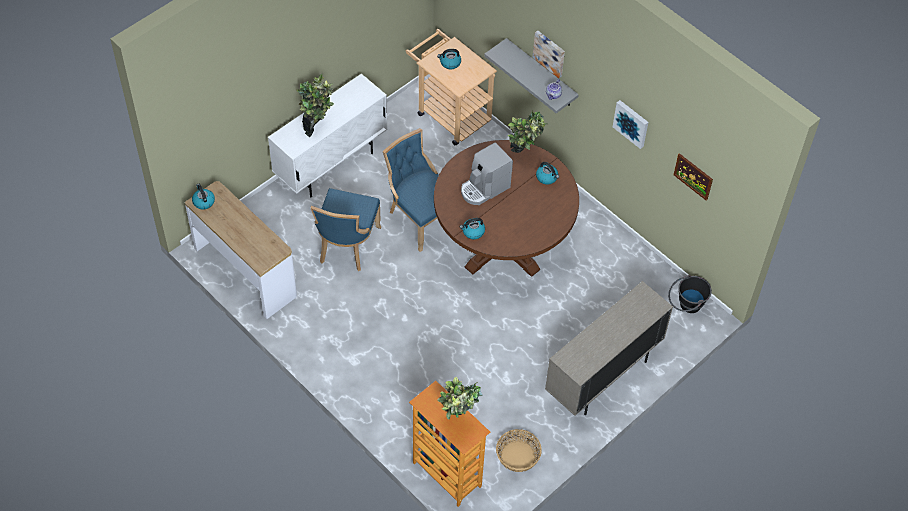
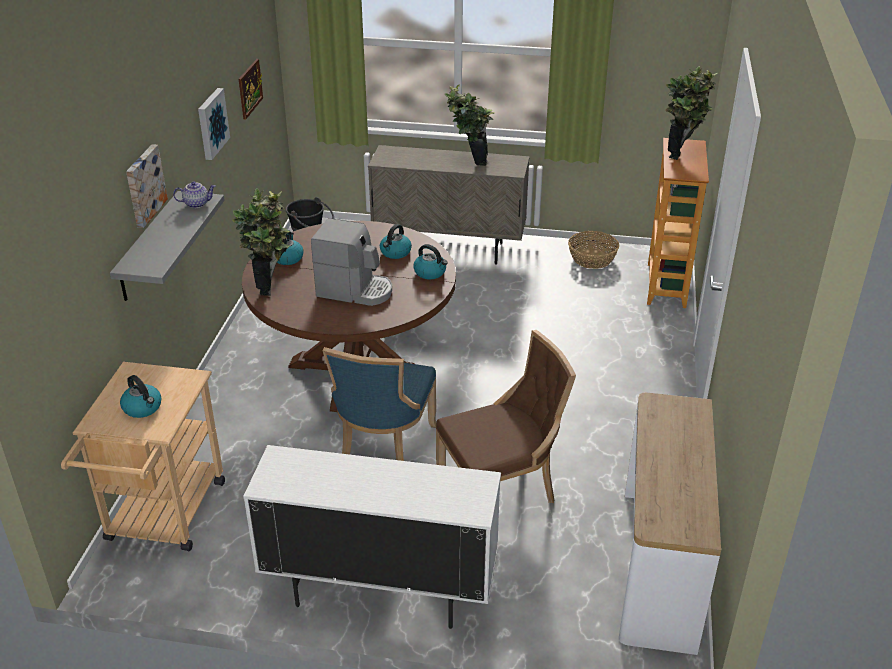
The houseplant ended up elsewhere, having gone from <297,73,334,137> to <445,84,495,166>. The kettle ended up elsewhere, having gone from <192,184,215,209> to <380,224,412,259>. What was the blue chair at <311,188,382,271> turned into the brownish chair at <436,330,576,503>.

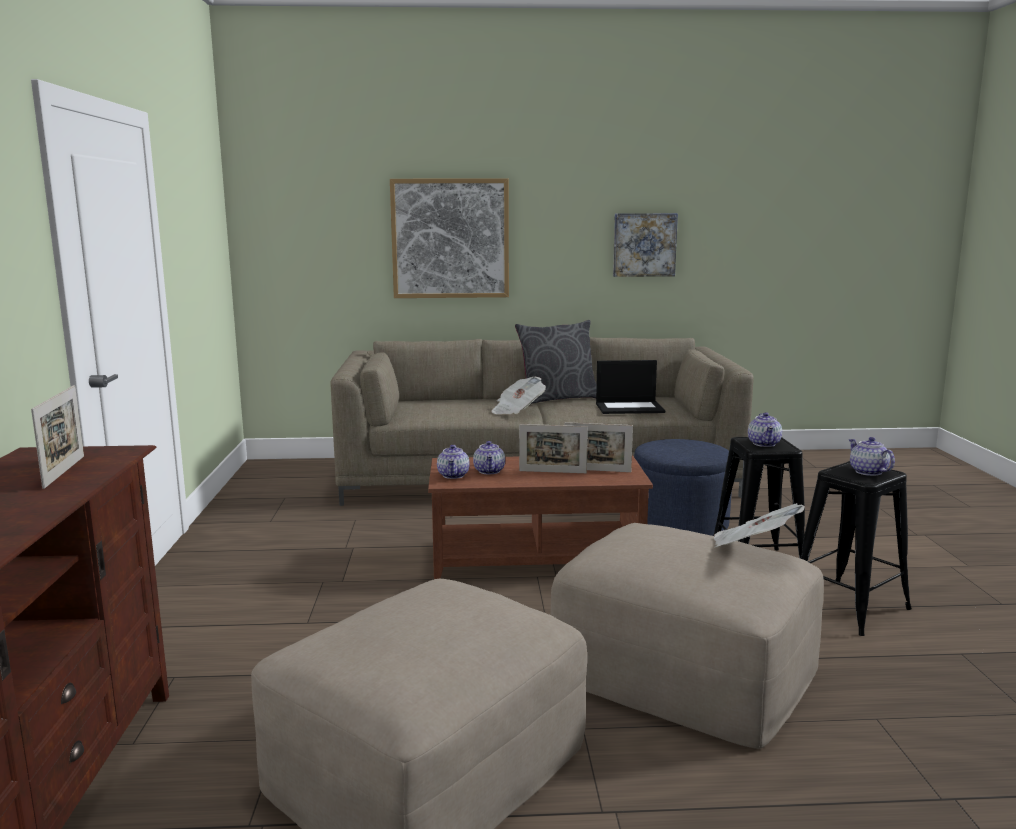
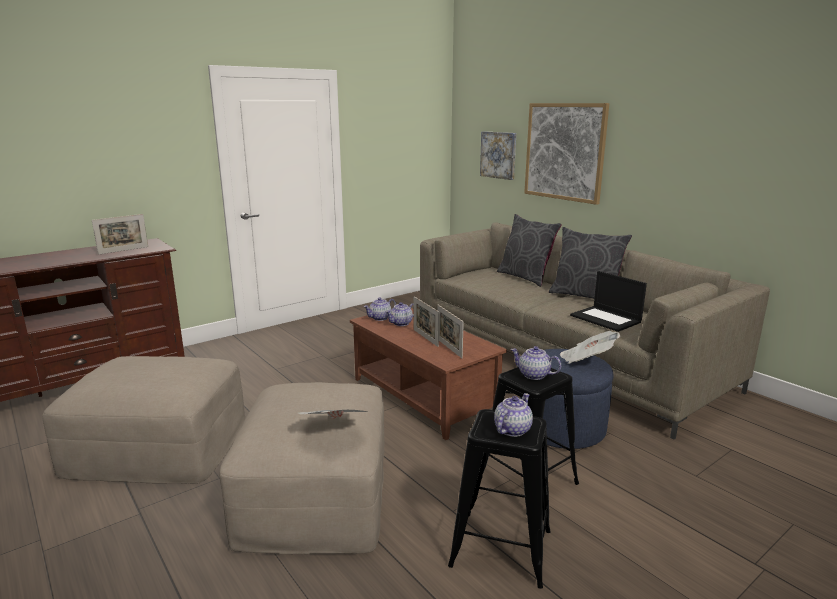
The wall picture ended up elsewhere, having gone from <613,213,678,277> to <480,131,516,180>. The printed paper ended up elsewhere, having gone from <491,377,546,414> to <560,331,620,364>. The teapot at <748,412,782,447> ended up facing another way, 60 degrees clockwise from before. The second view gained the greyish pillow at <497,214,562,287>.

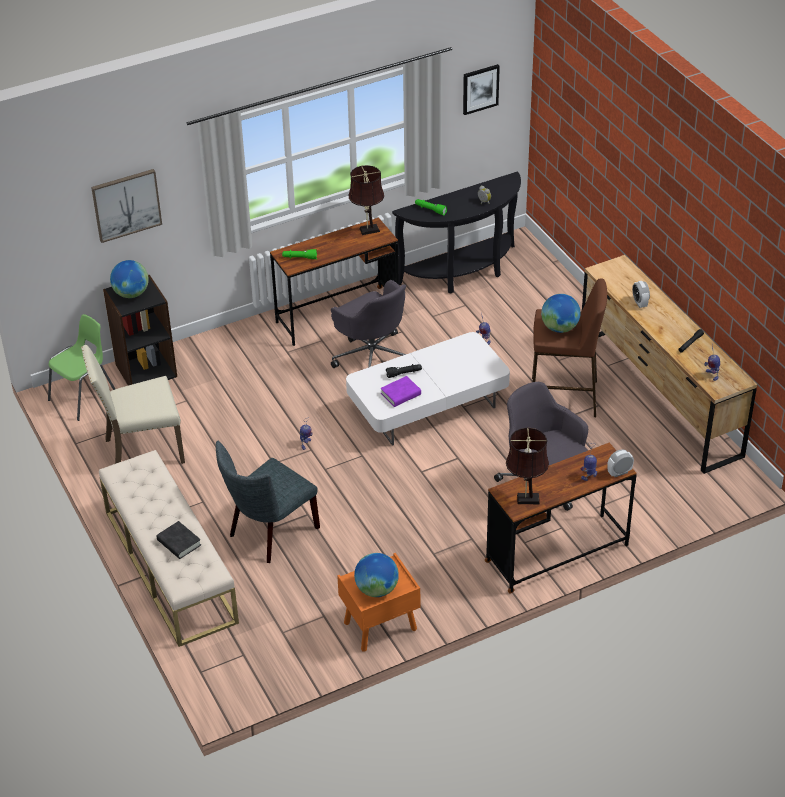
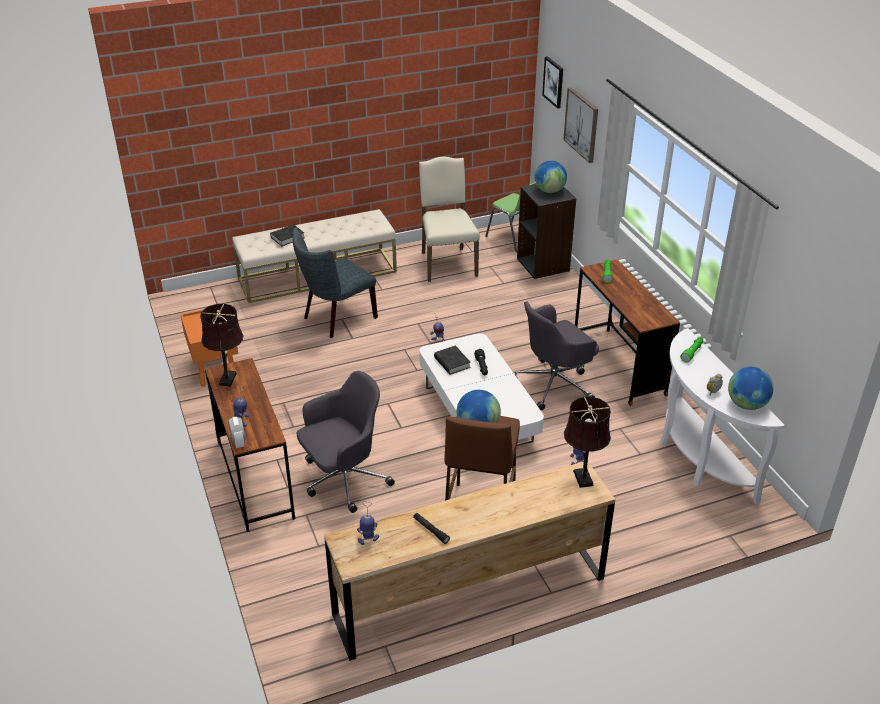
The wall picture ended up elsewhere, having gone from <463,64,500,115> to <542,56,563,109>. The brownish table lamp ended up elsewhere, having gone from <349,165,384,235> to <564,397,611,488>. What was the black-coloured console table at <392,171,521,293> turned into the whitish console table at <660,328,785,504>. The second view lost the table clock at <632,281,650,308>. What was the purplish volume at <380,376,421,407> turned into the black-coloured volume at <434,346,470,375>. The greyish chair at <216,441,320,563> ended up facing another way, 90 degrees counterclockwise from before. The globe ended up elsewhere, having gone from <354,553,399,597> to <728,367,773,410>.

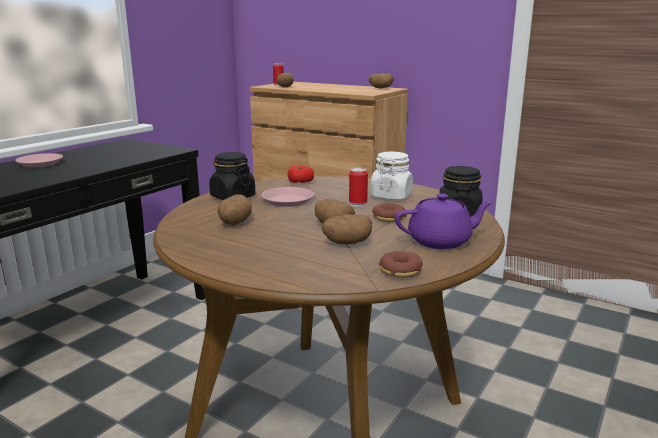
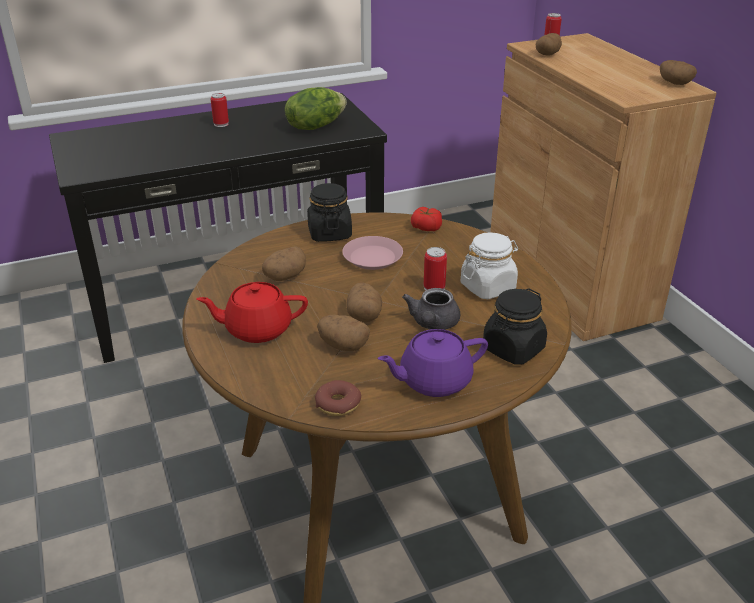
Where the pinkish plate stood at <15,153,63,167>, the can came to stand at <211,93,229,127>. The purplish teapot at <395,193,493,249> ended up facing another way, 135 degrees clockwise from before. Where the doughnut stood at <372,203,407,222>, the greyish teapot came to stand at <402,288,460,330>. The second view gained the head of lettuce at <285,87,347,130>. The second view gained the reddish teapot at <196,282,308,343>.

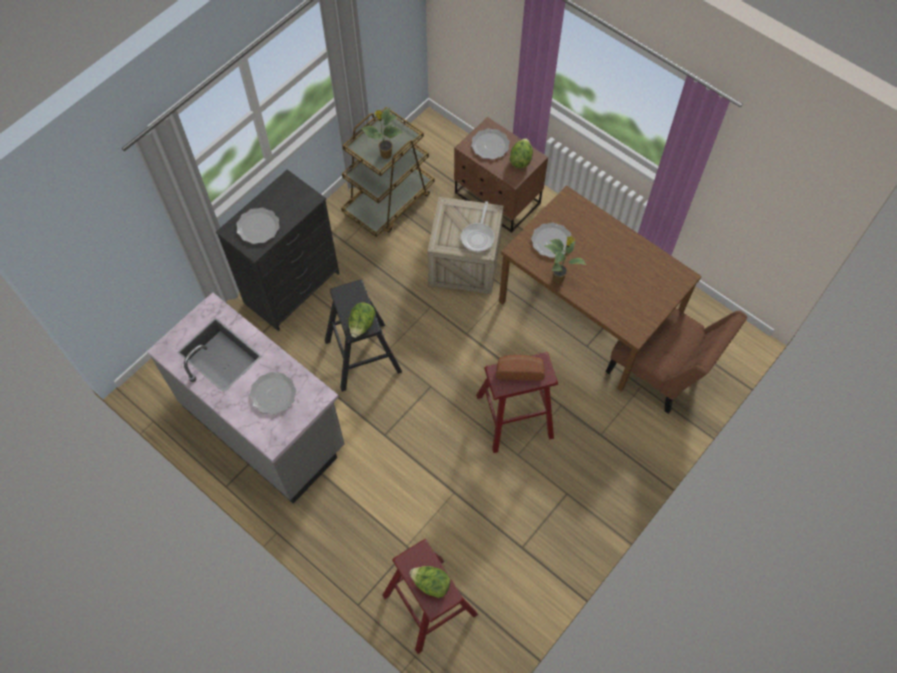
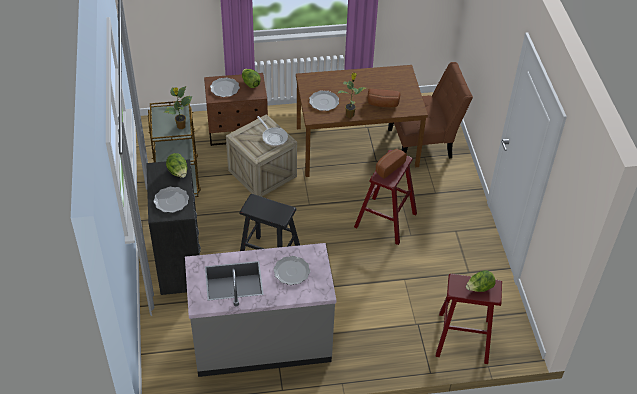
The head of lettuce ended up elsewhere, having gone from <348,302,376,338> to <166,153,187,178>. The second view gained the bakery bread at <368,89,400,107>.

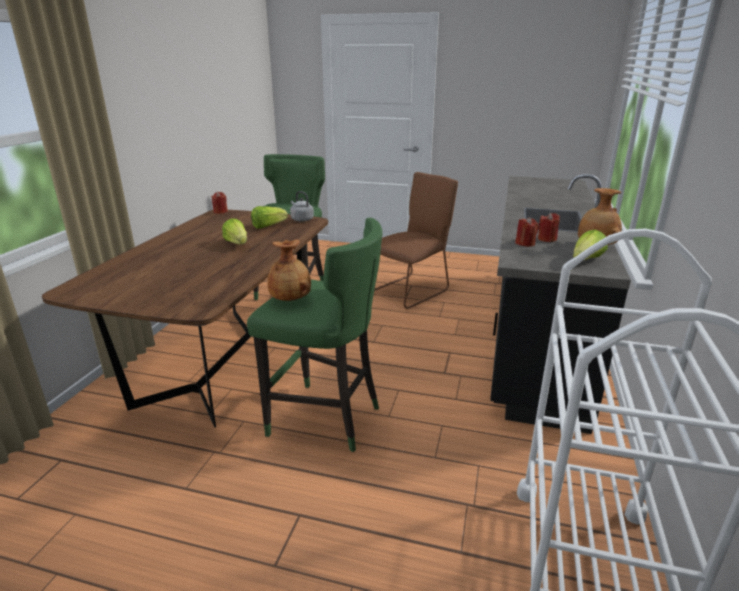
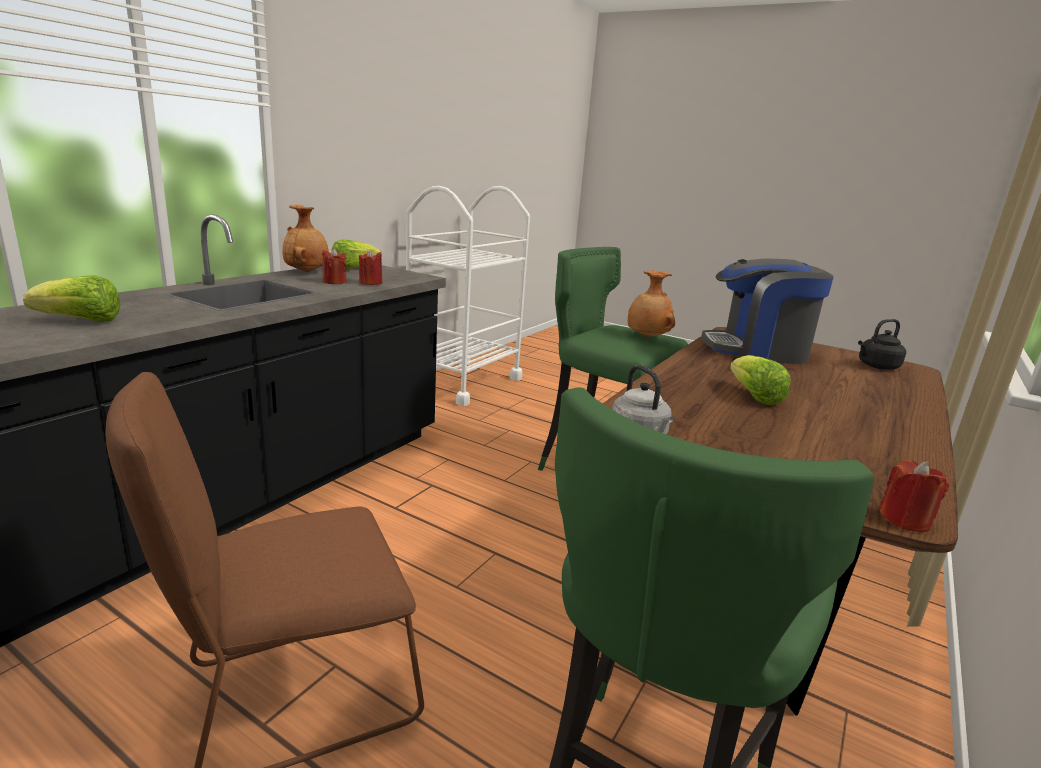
The head of lettuce ended up elsewhere, having gone from <251,206,288,228> to <23,275,121,322>. The second view gained the coffee machine at <701,259,834,364>. The second view gained the black-coloured kettle at <858,319,906,370>.

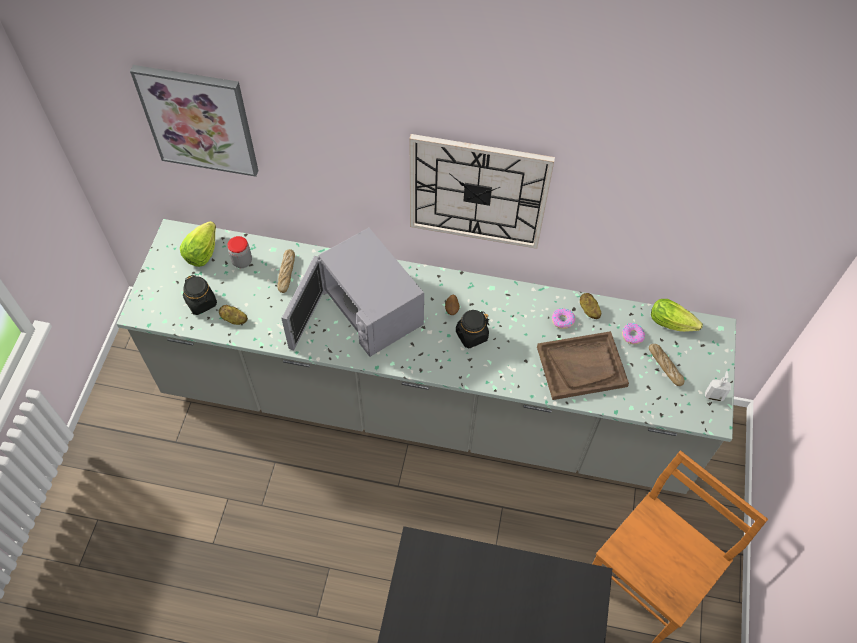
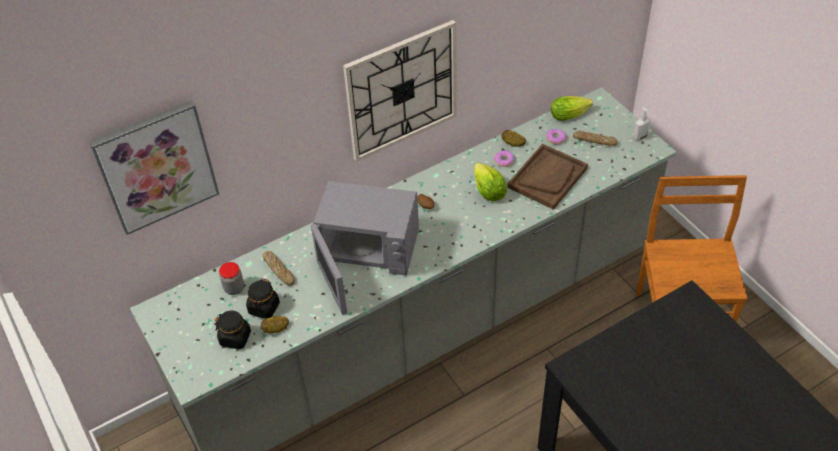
The head of lettuce ended up elsewhere, having gone from <180,221,216,267> to <474,163,507,201>. The black-coloured preserve jar ended up elsewhere, having gone from <455,310,489,348> to <246,278,280,319>.

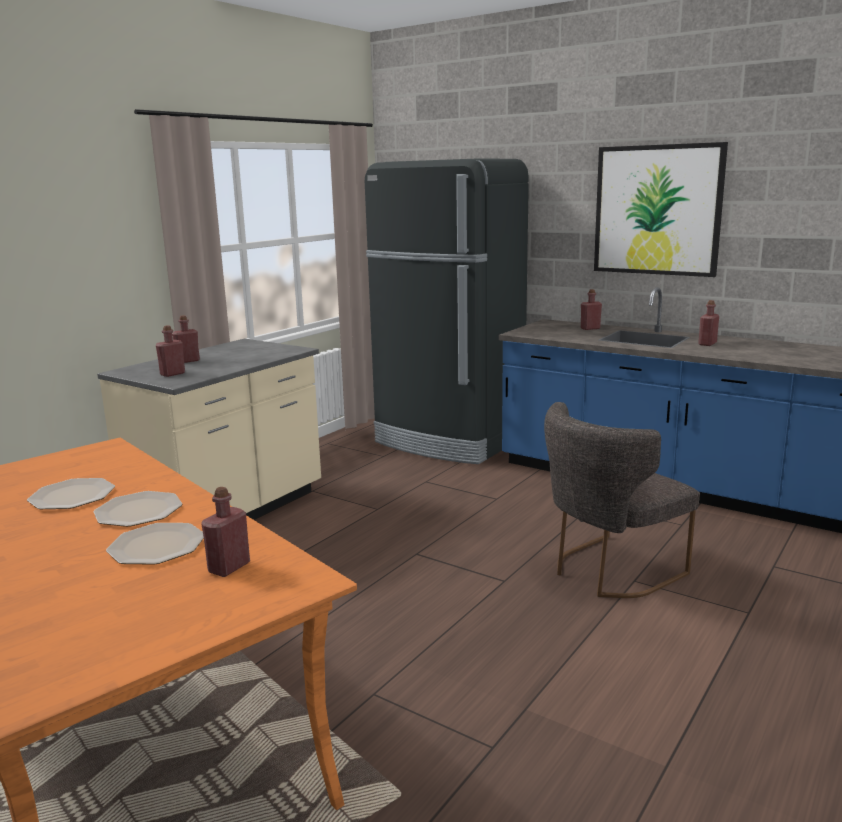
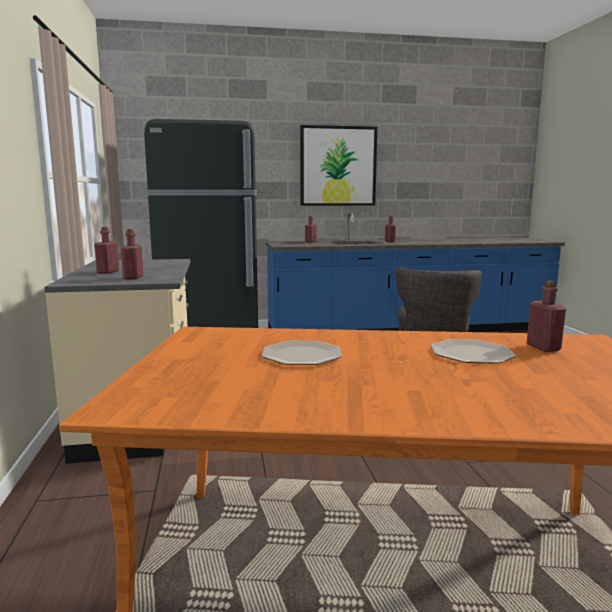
The second view lost the plate at <93,491,182,527>.

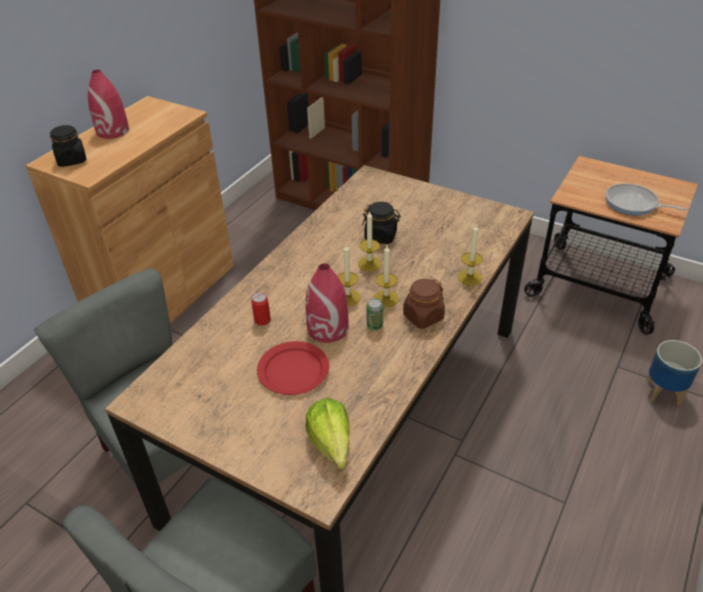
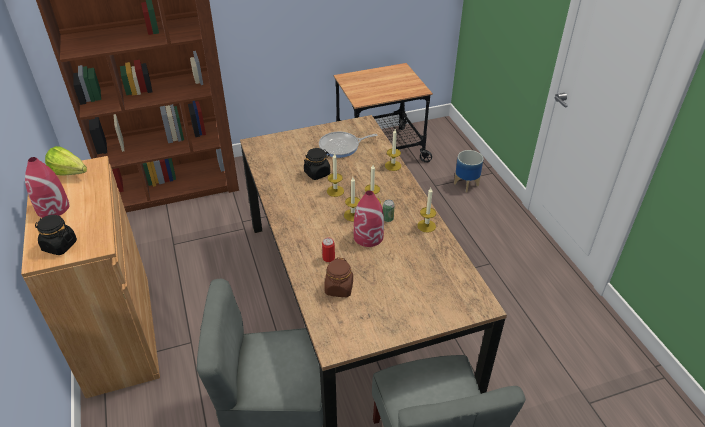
The skillet ended up elsewhere, having gone from <605,183,687,215> to <319,132,377,158>. The brownish preserve jar ended up elsewhere, having gone from <403,279,445,329> to <324,257,353,297>. The second view lost the reddish plate at <257,341,329,395>. The head of lettuce ended up elsewhere, having gone from <305,398,350,469> to <45,146,87,175>. The second view gained the candle at <417,188,436,233>.

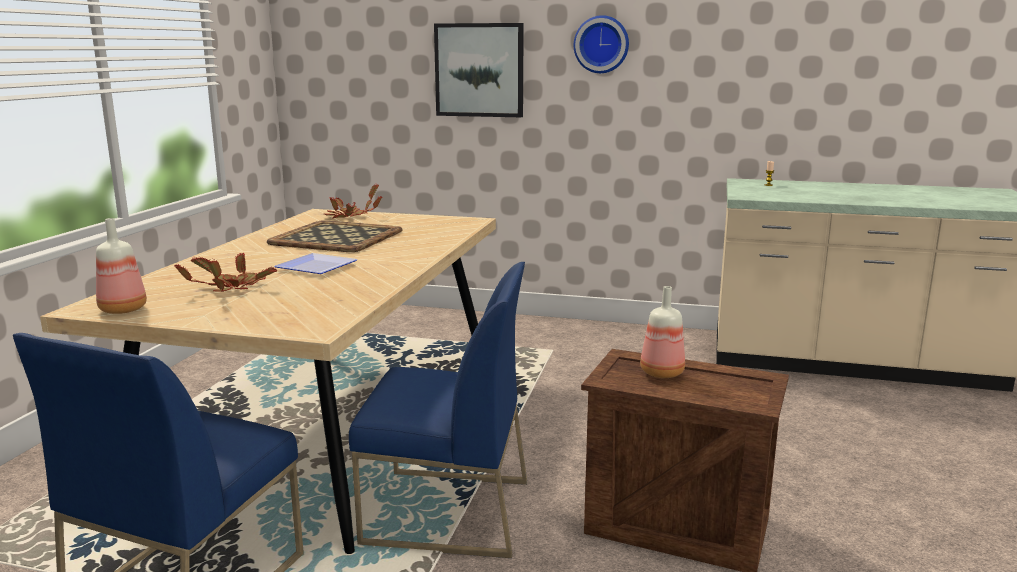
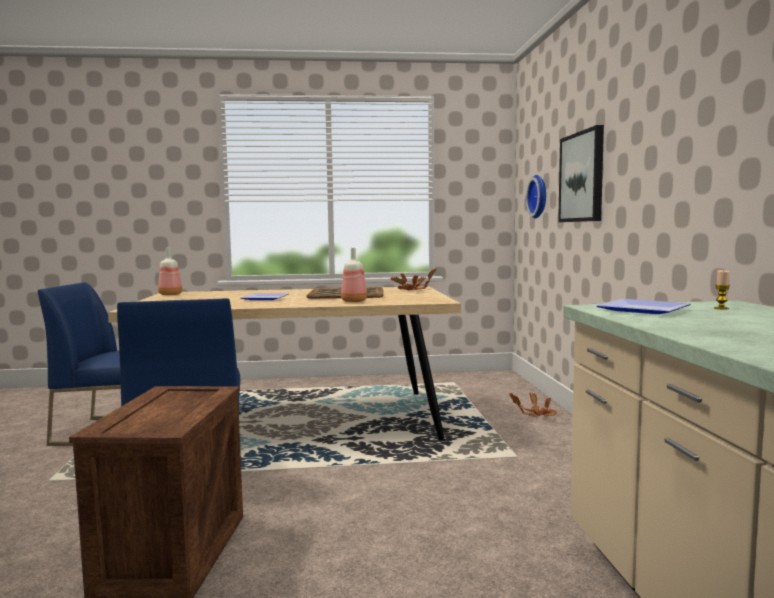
The wall clock ended up elsewhere, having gone from <574,15,629,73> to <526,175,546,218>. The houseplant ended up elsewhere, having gone from <174,253,277,292> to <509,392,557,417>. The bottle ended up elsewhere, having gone from <640,286,685,378> to <341,248,367,302>. The second view gained the plate at <596,299,690,314>.

